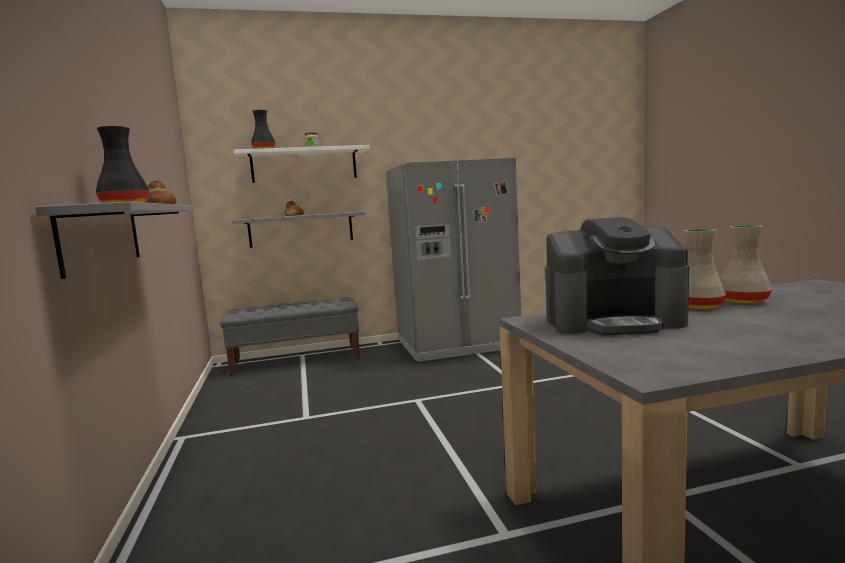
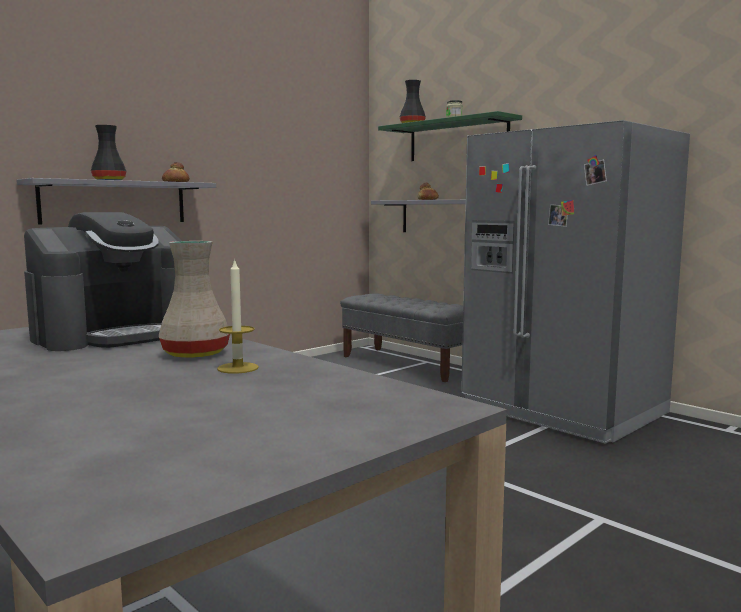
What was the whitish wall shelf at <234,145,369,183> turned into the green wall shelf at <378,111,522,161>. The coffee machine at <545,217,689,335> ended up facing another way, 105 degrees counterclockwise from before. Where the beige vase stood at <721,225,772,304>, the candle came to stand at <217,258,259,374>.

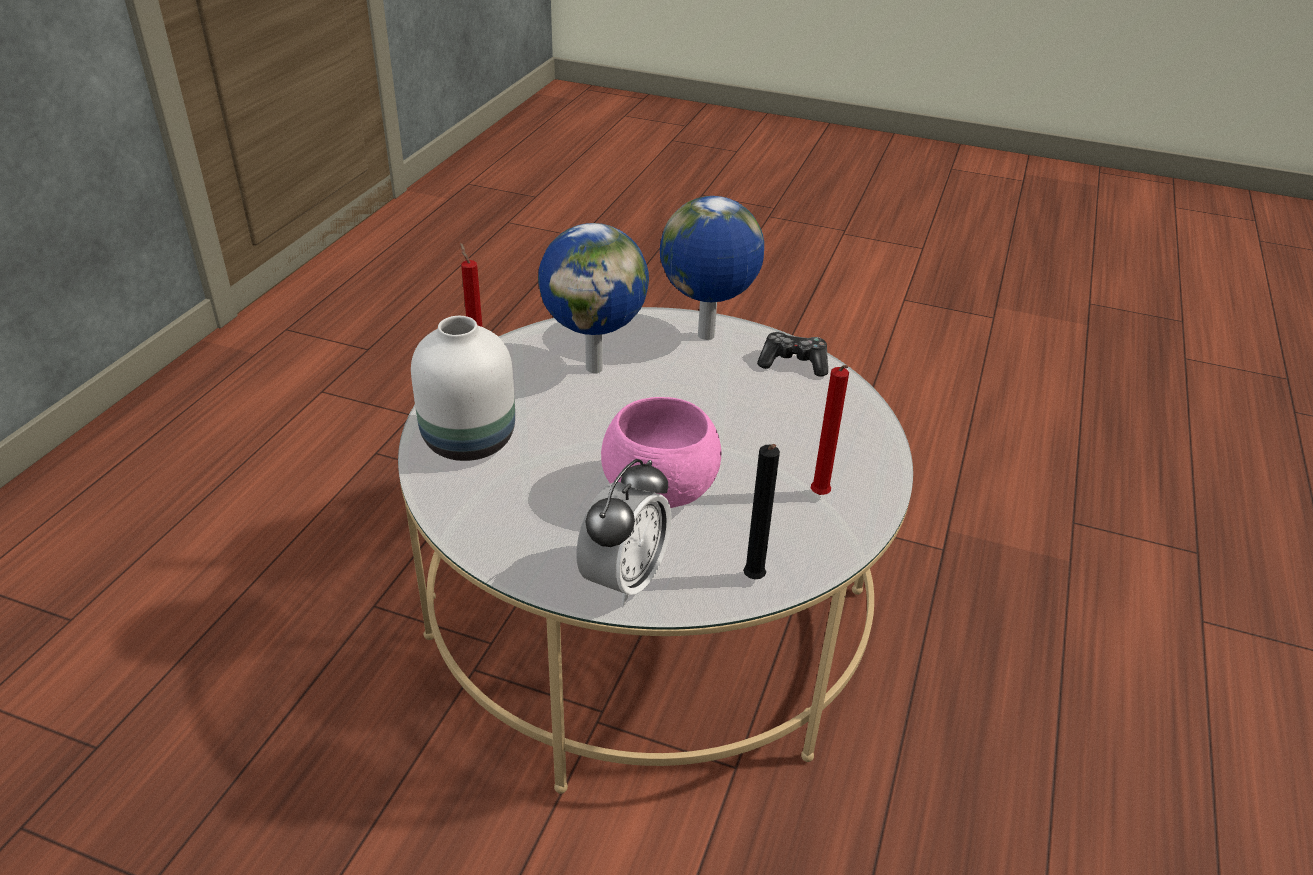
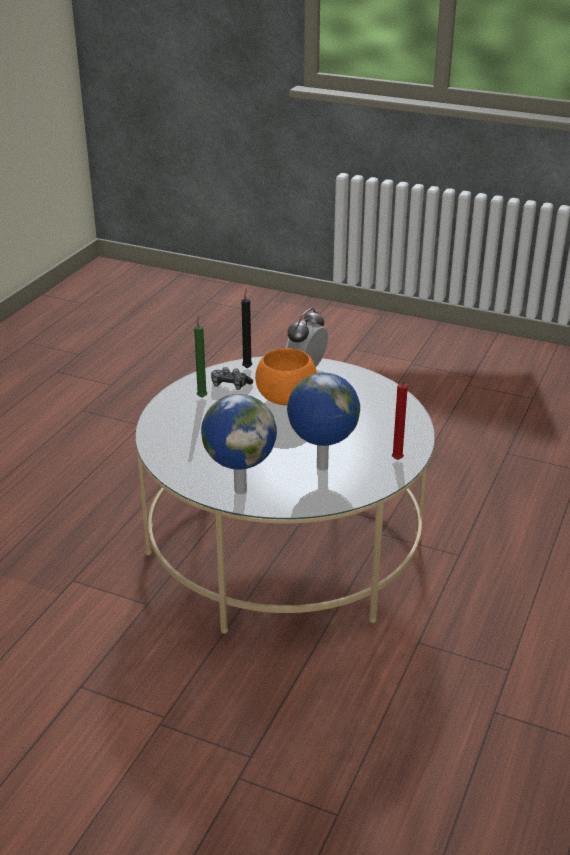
The second view lost the whitish vase at <411,316,515,461>. The gamepad ended up elsewhere, having gone from <757,332,828,377> to <211,367,253,390>. What was the reddish candle at <811,365,849,495> turned into the green candle at <194,315,207,398>. What was the pinkish bowl at <601,397,721,508> turned into the orange-coloured bowl at <255,348,317,406>.

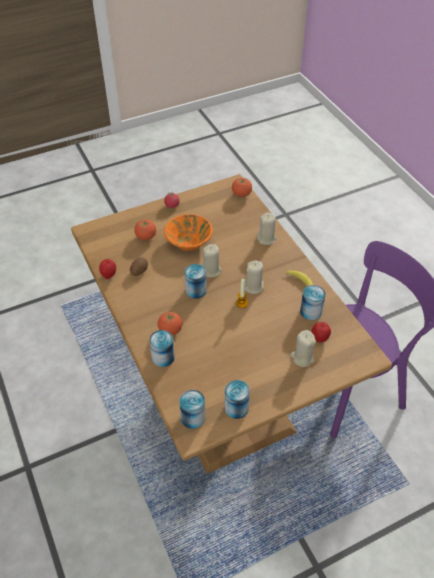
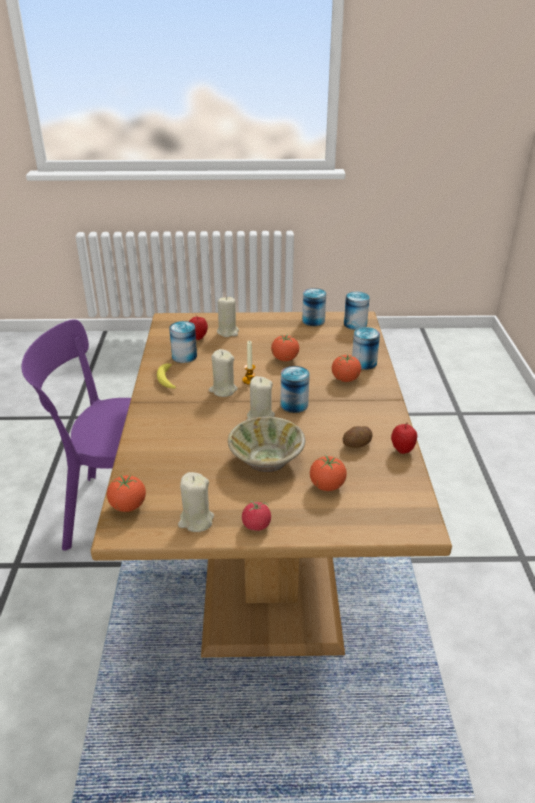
The beige candle ended up elsewhere, having gone from <257,213,277,245> to <178,472,214,532>. What was the orange-coloured bowl at <164,214,213,252> turned into the beige bowl at <228,417,305,472>. The second view gained the tomato at <271,334,299,361>.

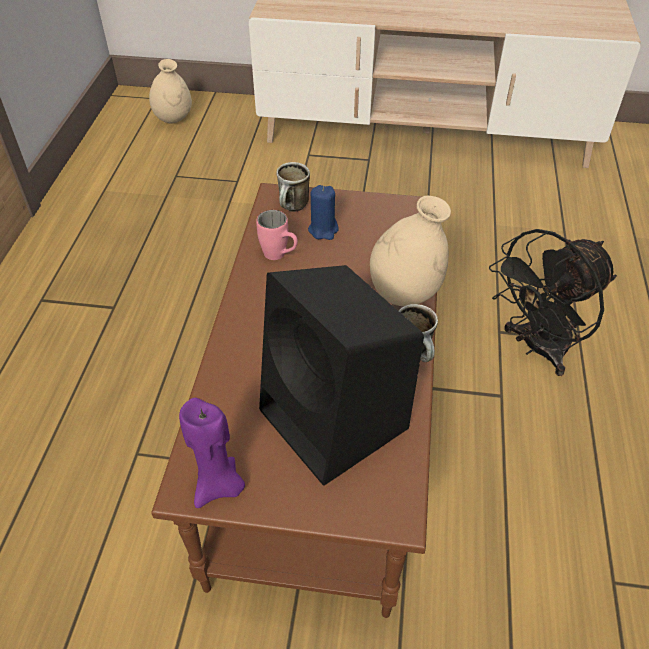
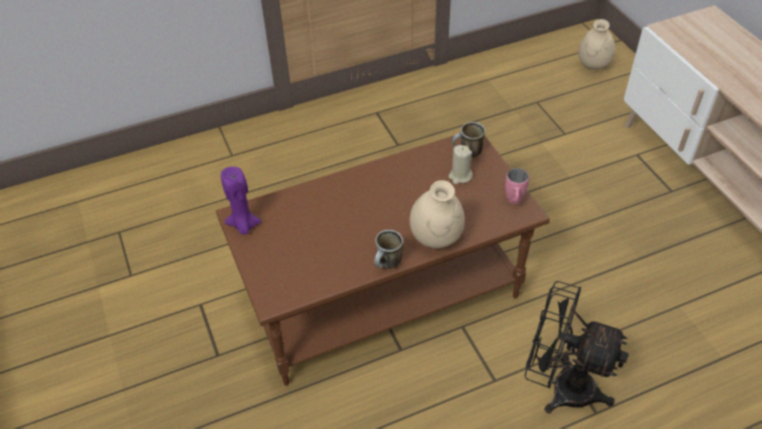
What was the blue candle at <308,185,339,240> turned into the beige candle at <448,145,473,184>. The pinkish coffee mug ended up elsewhere, having gone from <256,210,298,260> to <505,168,529,204>. The second view lost the black-coloured speaker at <259,265,424,486>.

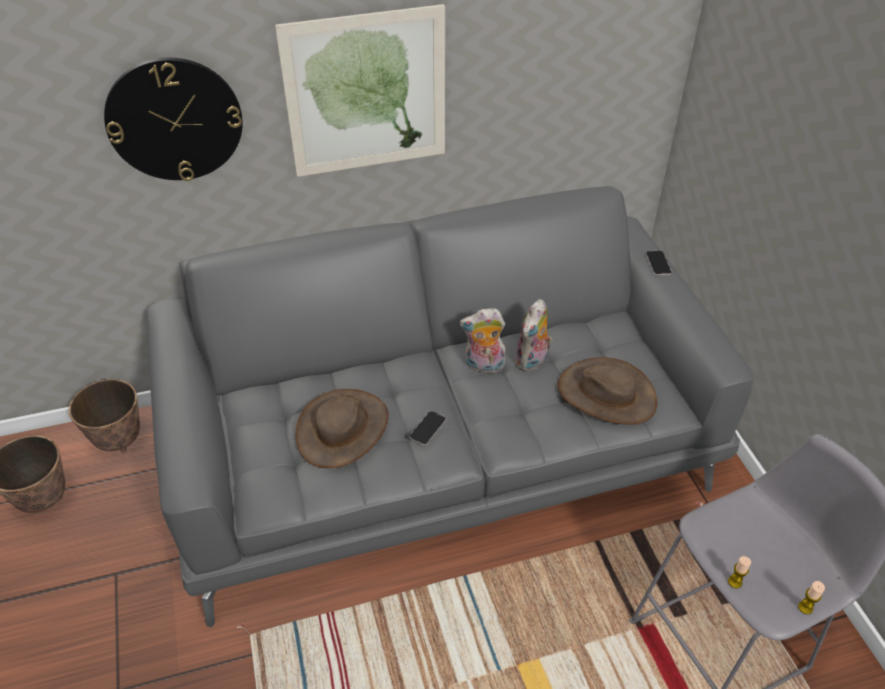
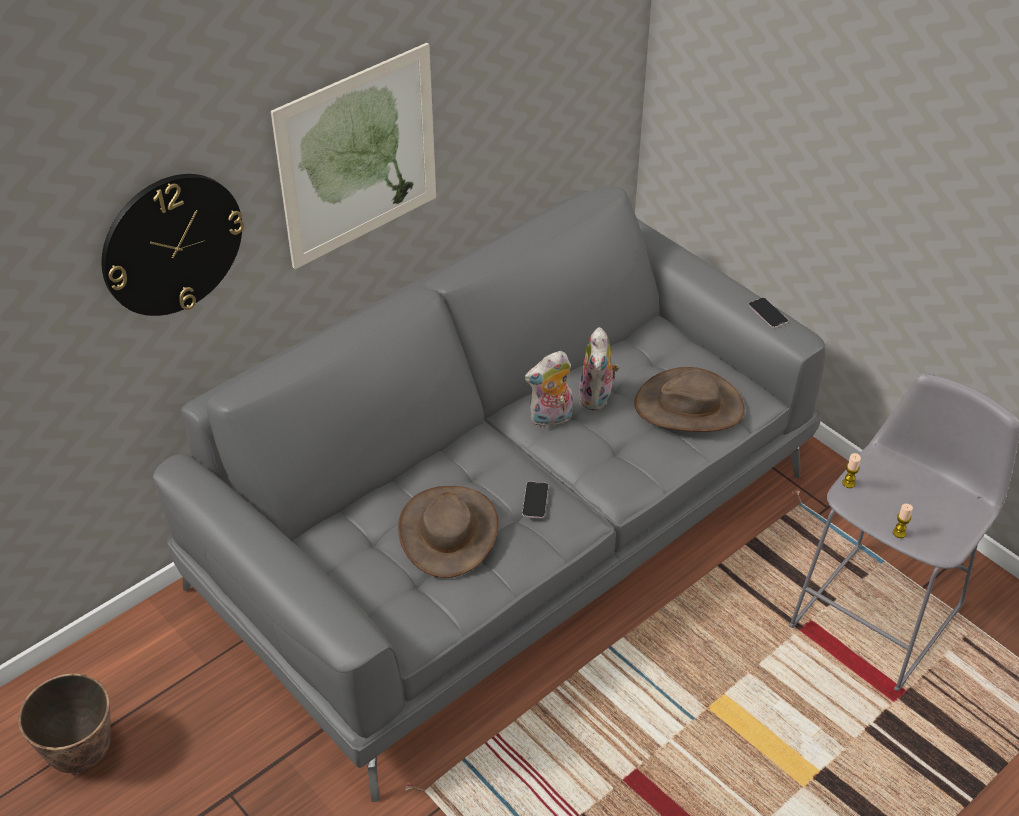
The phone ended up elsewhere, having gone from <646,251,672,275> to <749,298,789,328>. The second view lost the flower pot at <69,379,140,452>. The candle ended up elsewhere, having gone from <798,581,825,614> to <842,453,861,488>.

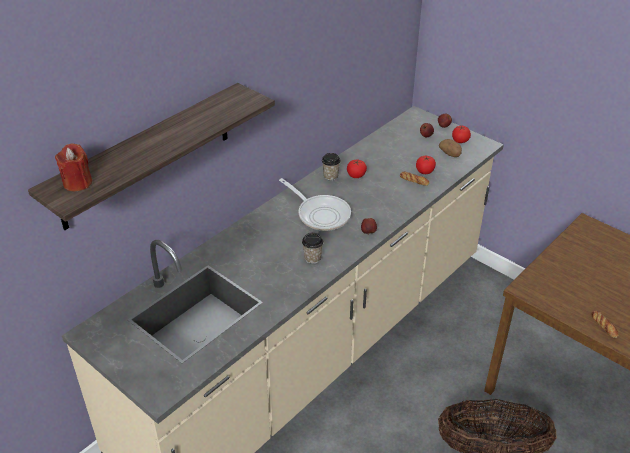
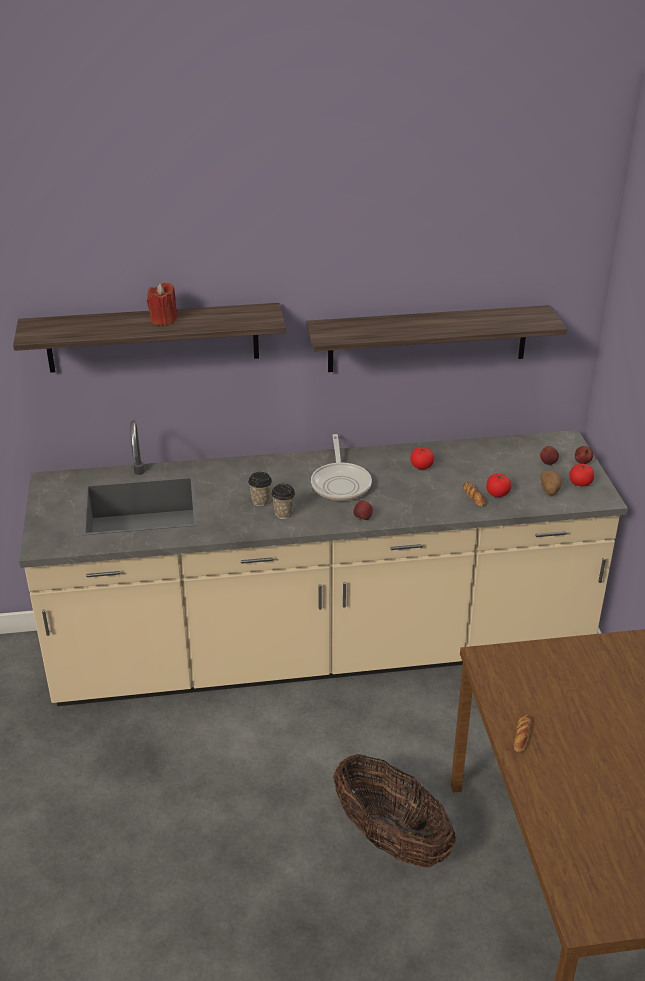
The reddish candle ended up elsewhere, having gone from <55,143,92,191> to <147,282,177,326>. The drinking cup ended up elsewhere, having gone from <322,153,340,181> to <248,472,272,507>. The second view gained the wall shelf at <306,305,567,372>.

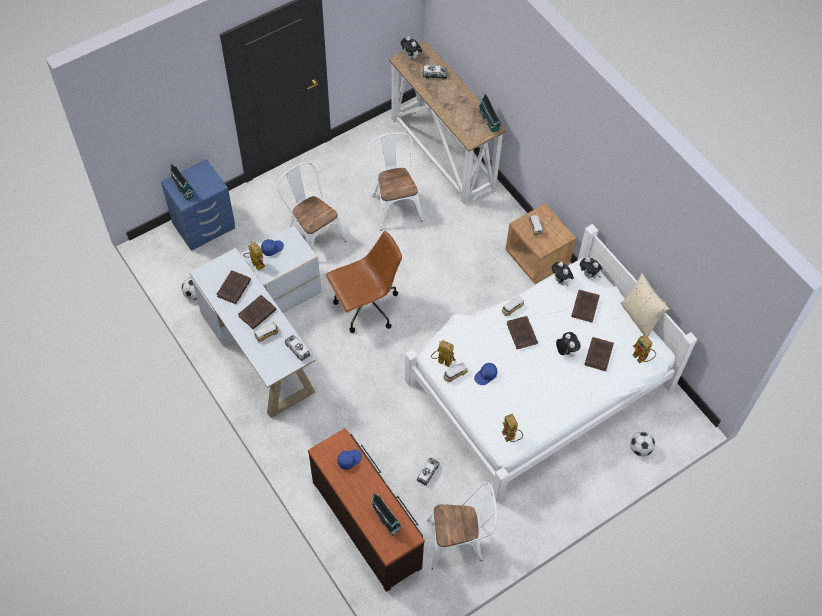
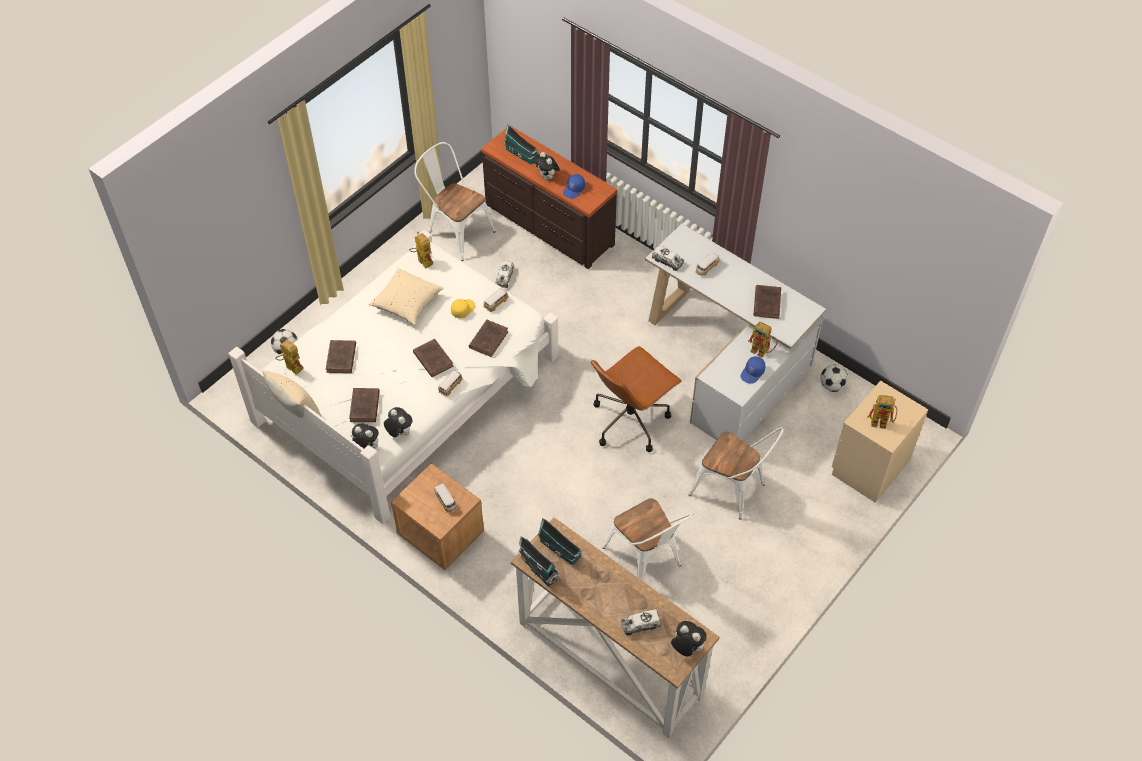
What was the blue bedside table at <161,159,235,251> turned into the beige bedside table at <832,380,928,503>. The model house ended up elsewhere, having gone from <170,163,194,200> to <538,518,582,566>. The brownish volume ended up elsewhere, having gone from <238,295,277,329> to <469,320,508,357>. The soft toy ended up elsewhere, having gone from <556,332,580,357> to <534,152,560,180>. The robot figure ended up elsewhere, having gone from <431,340,456,367> to <867,395,897,429>. What was the blue peaked cap at <474,363,497,385> turned into the yellow-coloured peaked cap at <451,299,475,319>. The whitish chair at <427,482,497,569> ended up facing another way, 60 degrees clockwise from before. The second view gained the beige pillow at <369,268,443,325>.

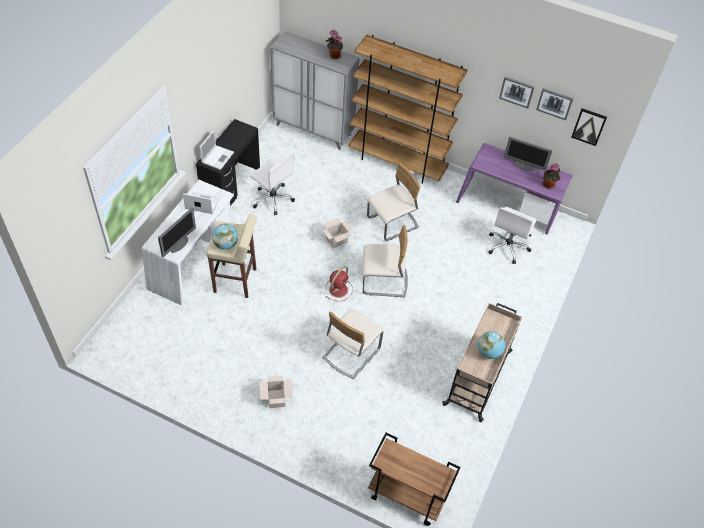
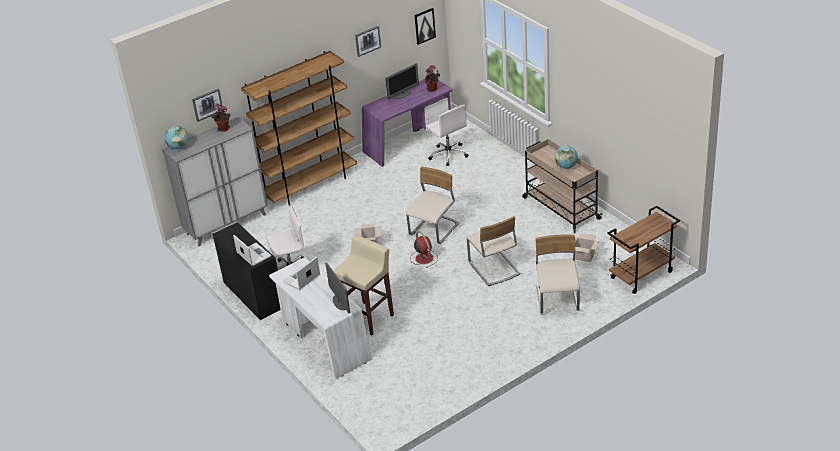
The wall picture ended up elsewhere, having gone from <536,88,573,120> to <192,88,223,122>. The beige chair ended up elsewhere, having gone from <367,163,420,241> to <536,235,580,313>. The globe ended up elsewhere, having gone from <212,223,238,250> to <164,126,188,149>. The packing box ended up elsewhere, having gone from <259,375,293,408> to <575,233,599,262>.

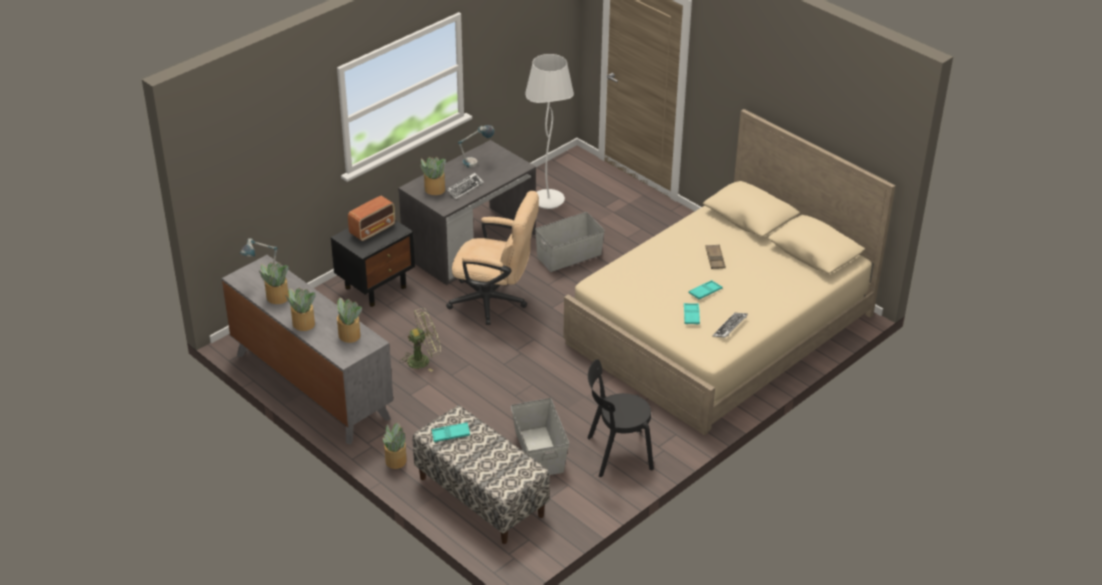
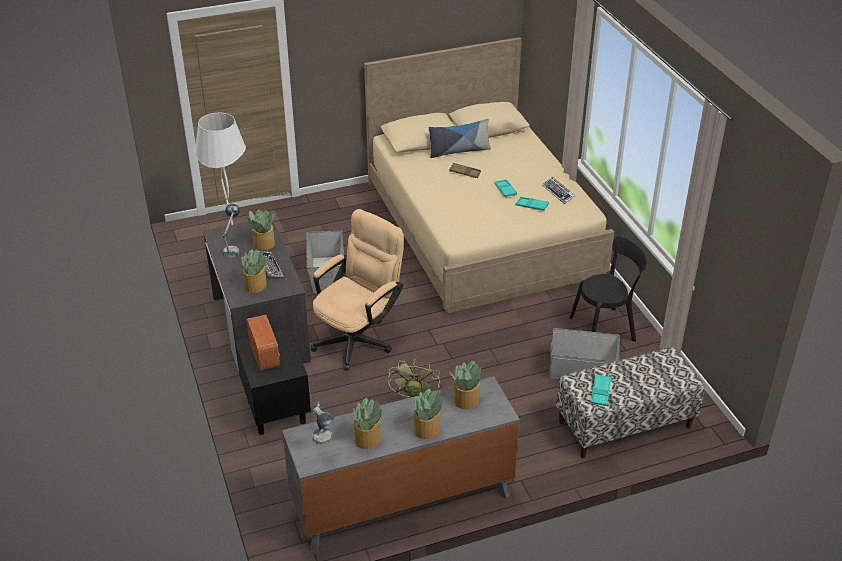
The black-coloured chair at <588,359,654,477> ended up facing another way, 120 degrees counterclockwise from before. The houseplant ended up elsewhere, having gone from <382,423,407,469> to <247,209,275,250>. The second view gained the pillow at <429,119,491,158>.

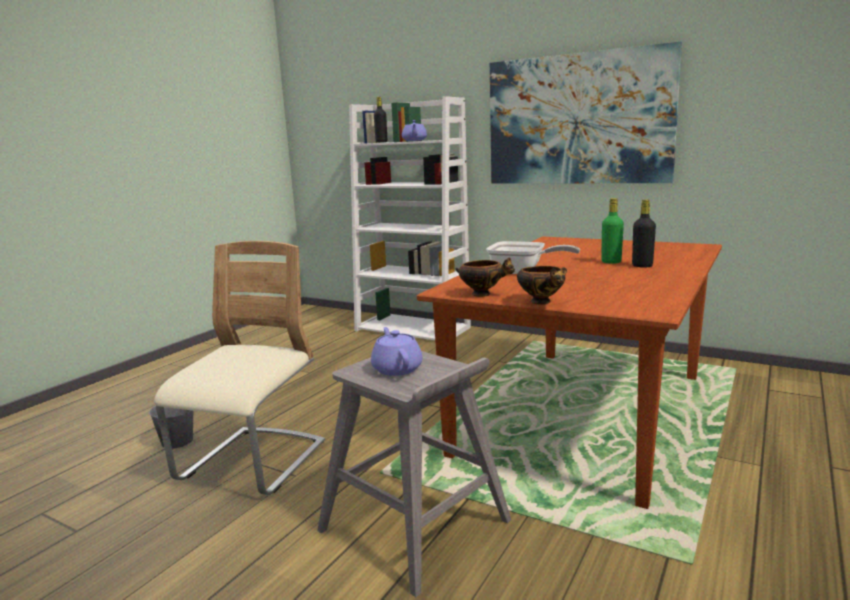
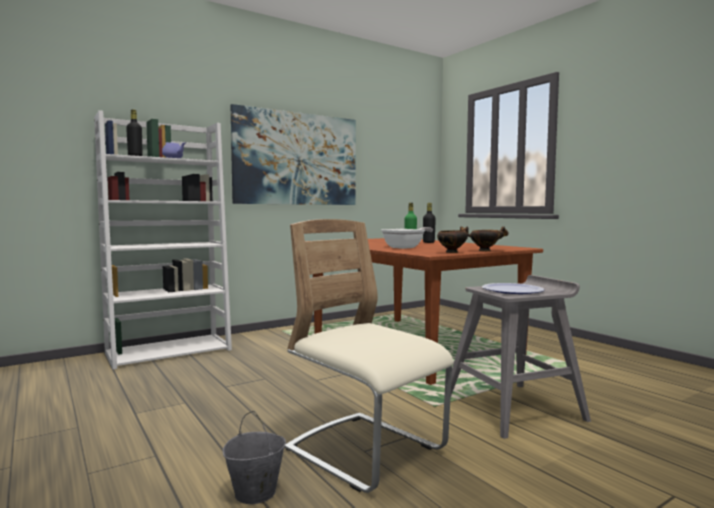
Where the purplish teapot stood at <371,327,422,376>, the plate came to stand at <482,283,545,294>.

